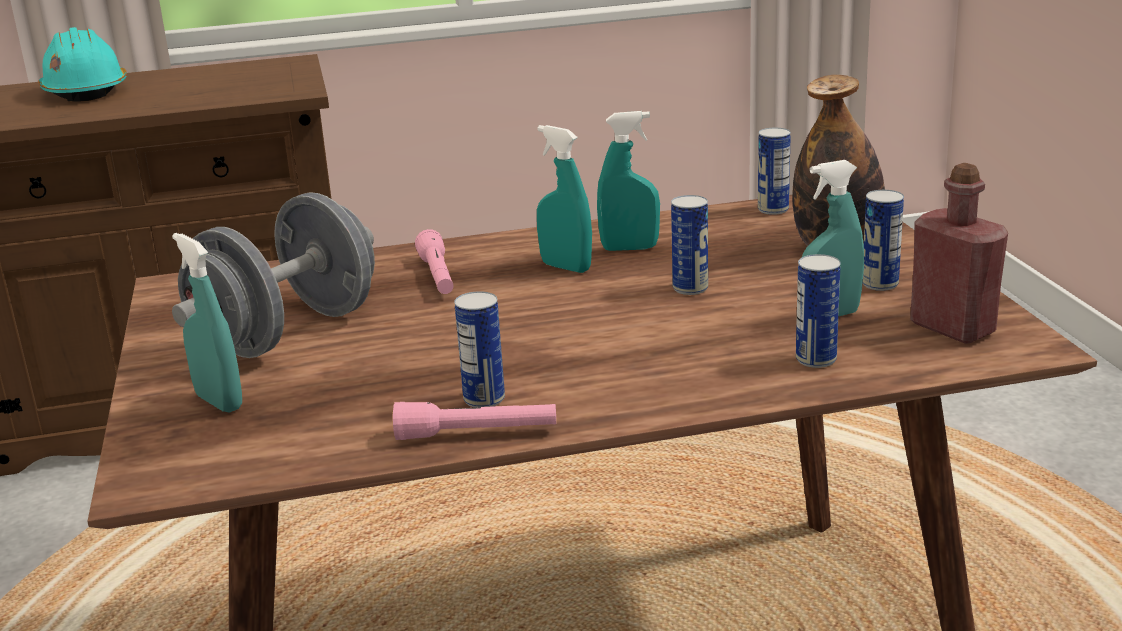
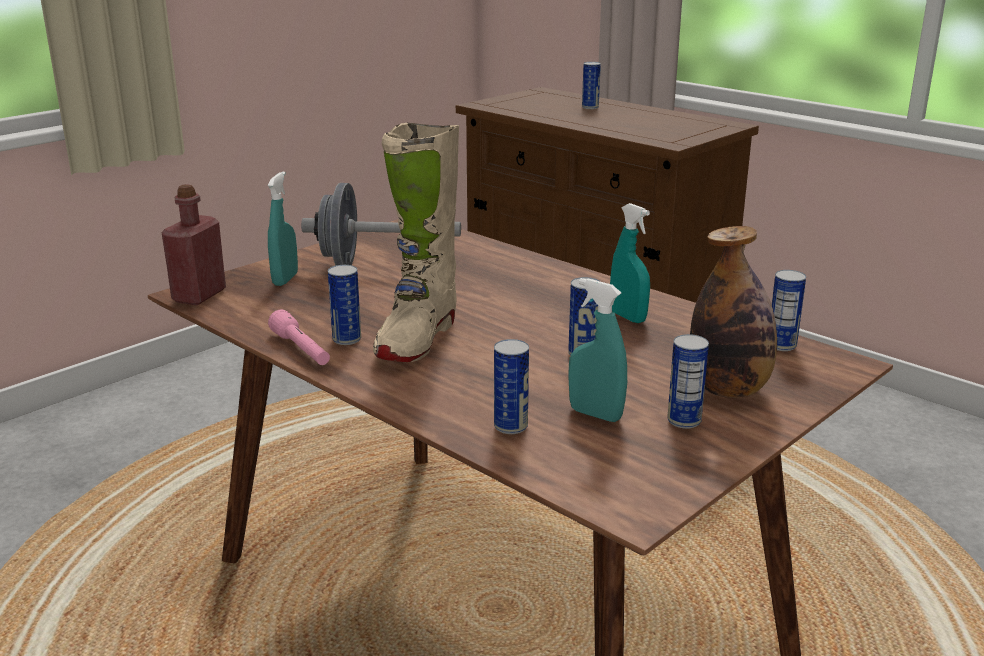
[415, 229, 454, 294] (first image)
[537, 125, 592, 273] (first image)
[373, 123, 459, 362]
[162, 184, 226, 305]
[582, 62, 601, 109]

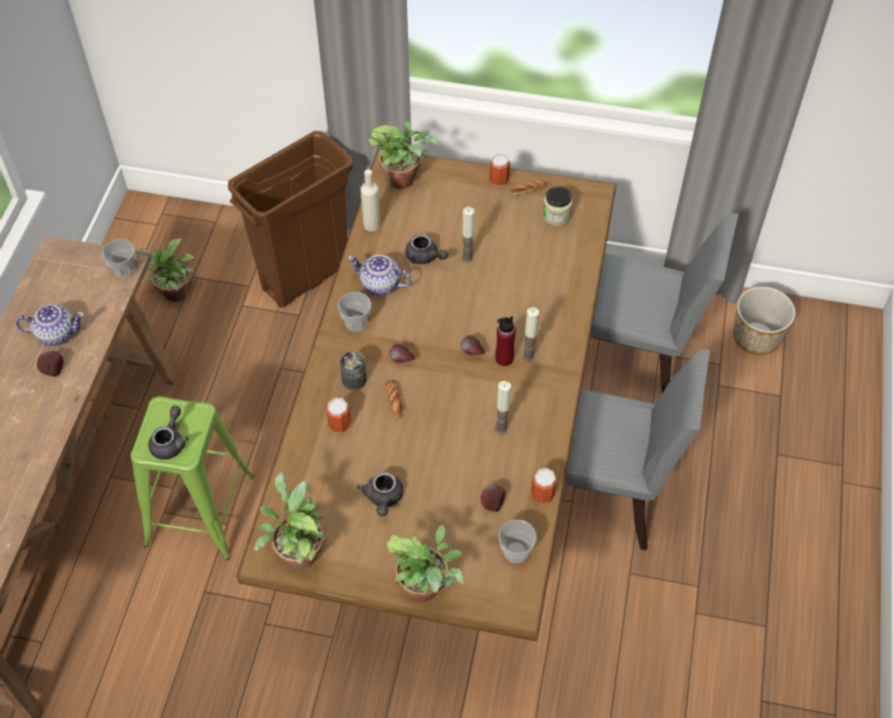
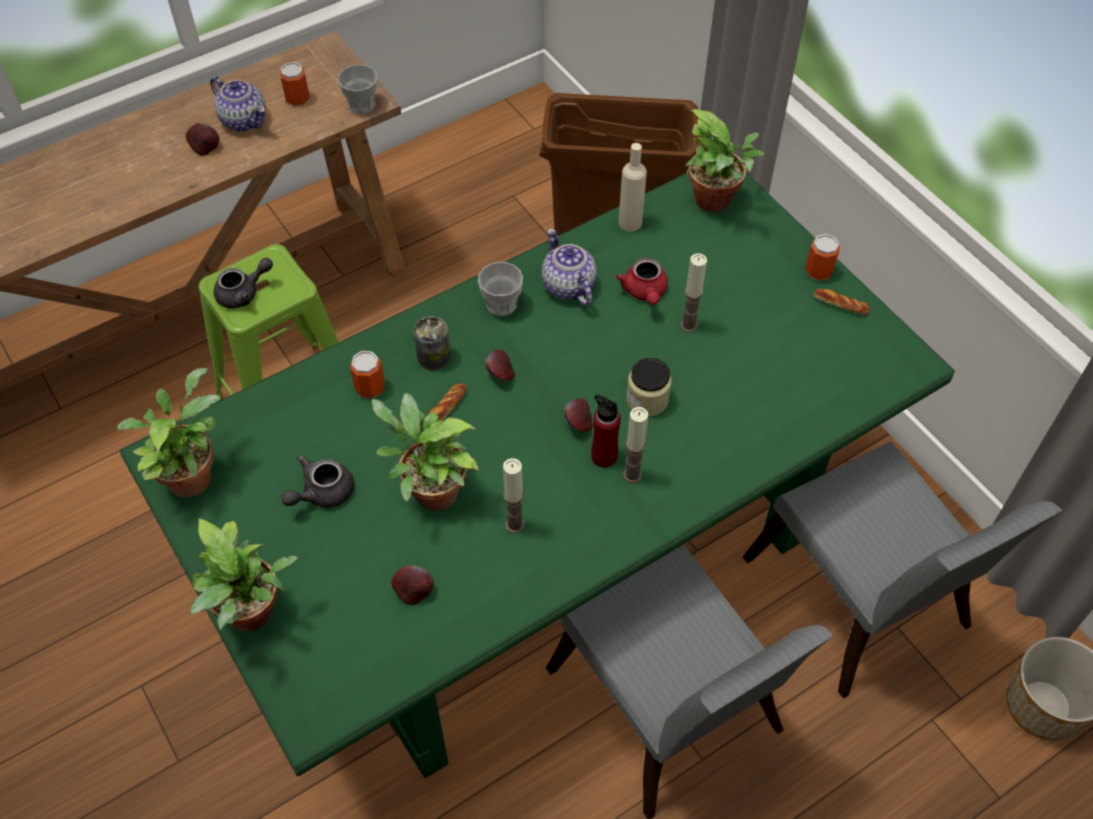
[499, 520, 537, 563] (first image)
[372, 393, 479, 511]
[280, 62, 310, 107]
[627, 358, 671, 416]
[119, 172, 955, 778]
[616, 258, 668, 305]

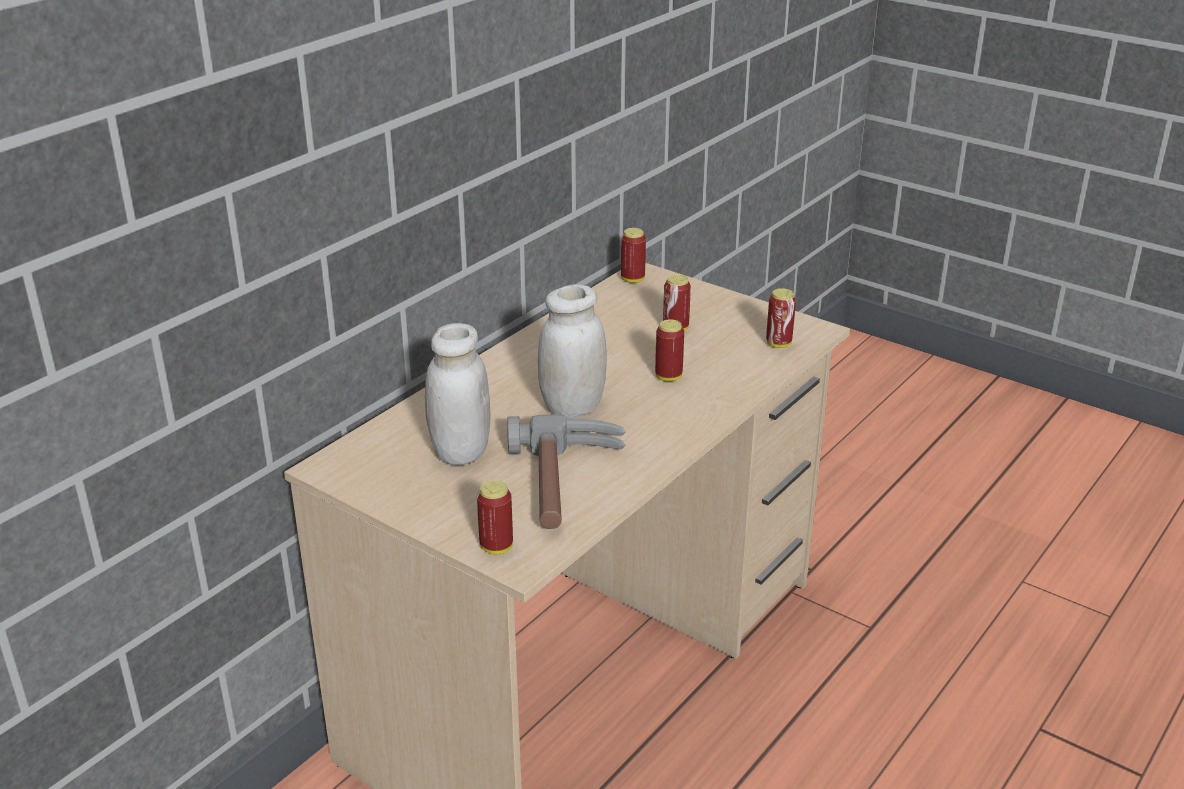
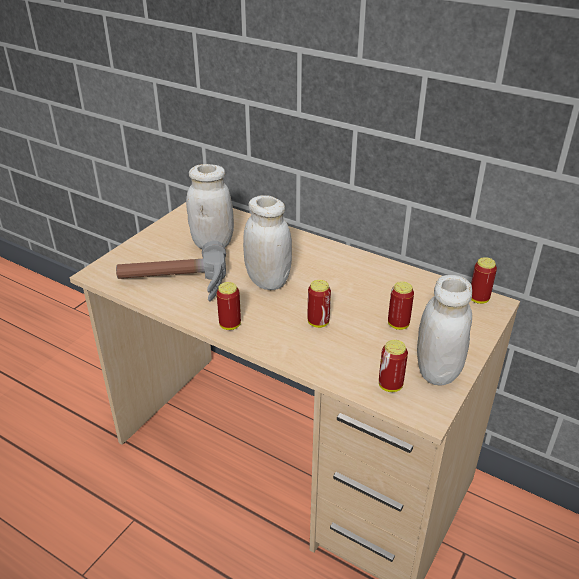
[417, 275, 472, 386]
[217, 282, 241, 330]

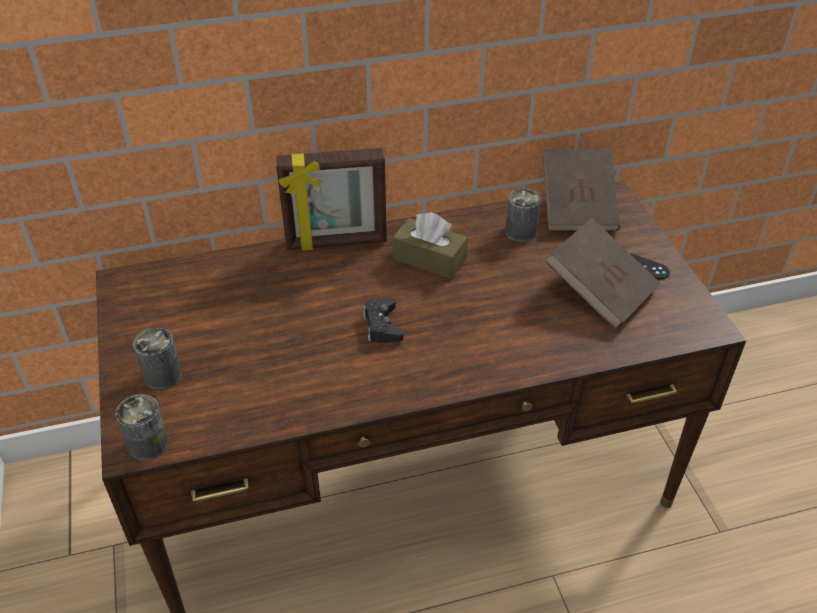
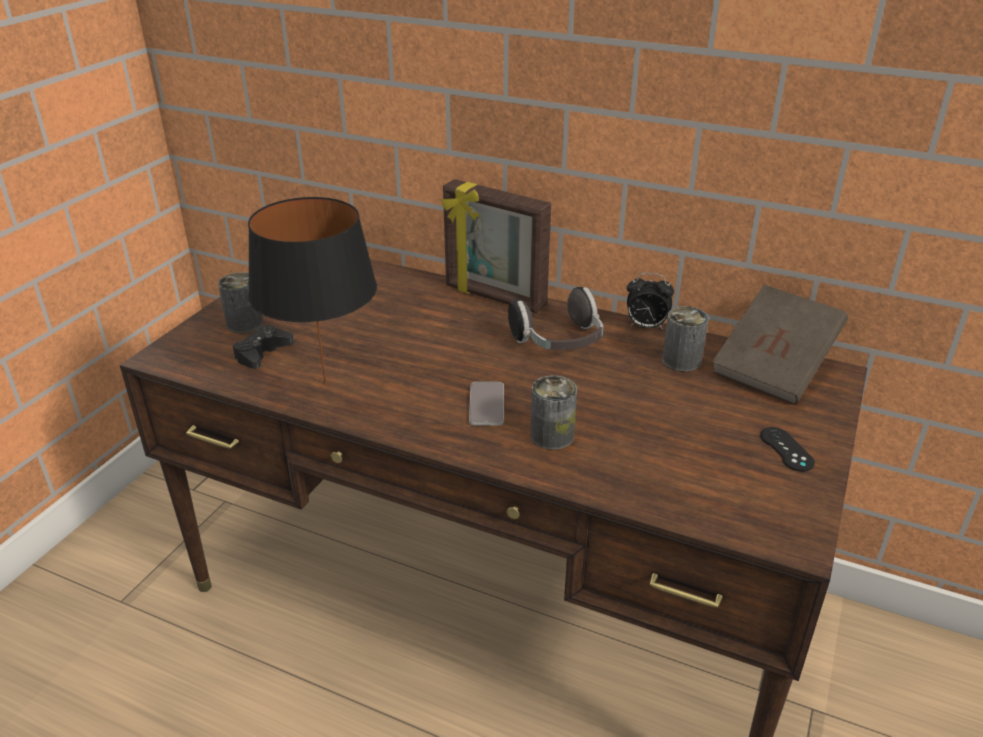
[545, 218, 661, 330] (first image)
[248, 197, 377, 385]
[469, 382, 504, 426]
[627, 273, 674, 330]
[530, 375, 577, 450]
[233, 325, 294, 369]
[508, 287, 604, 350]

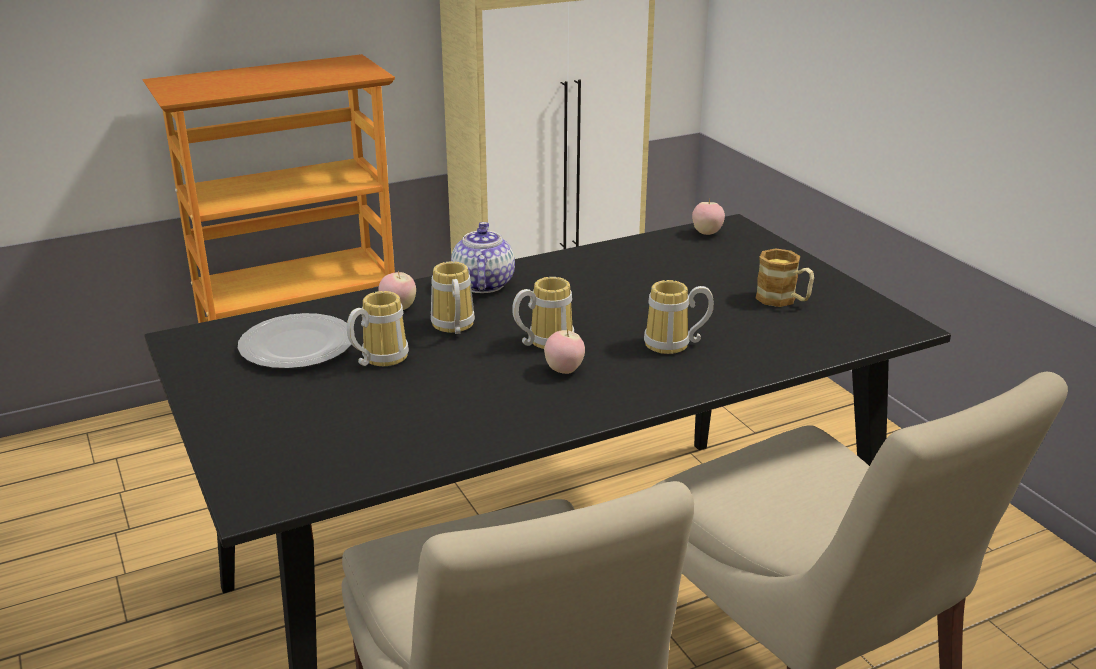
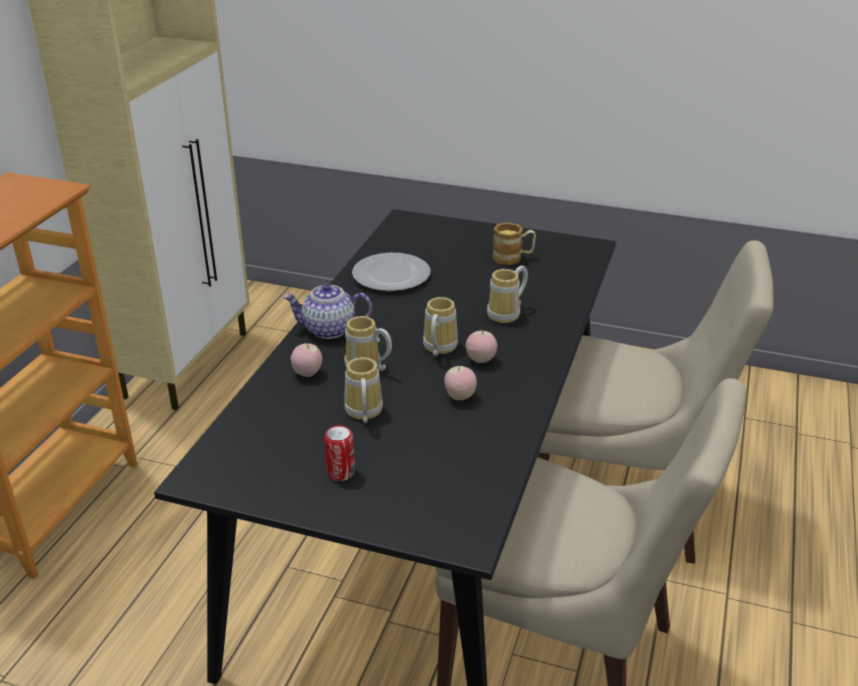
[324, 425, 355, 481]
[352, 253, 431, 291]
[445, 365, 477, 400]
[283, 284, 372, 339]

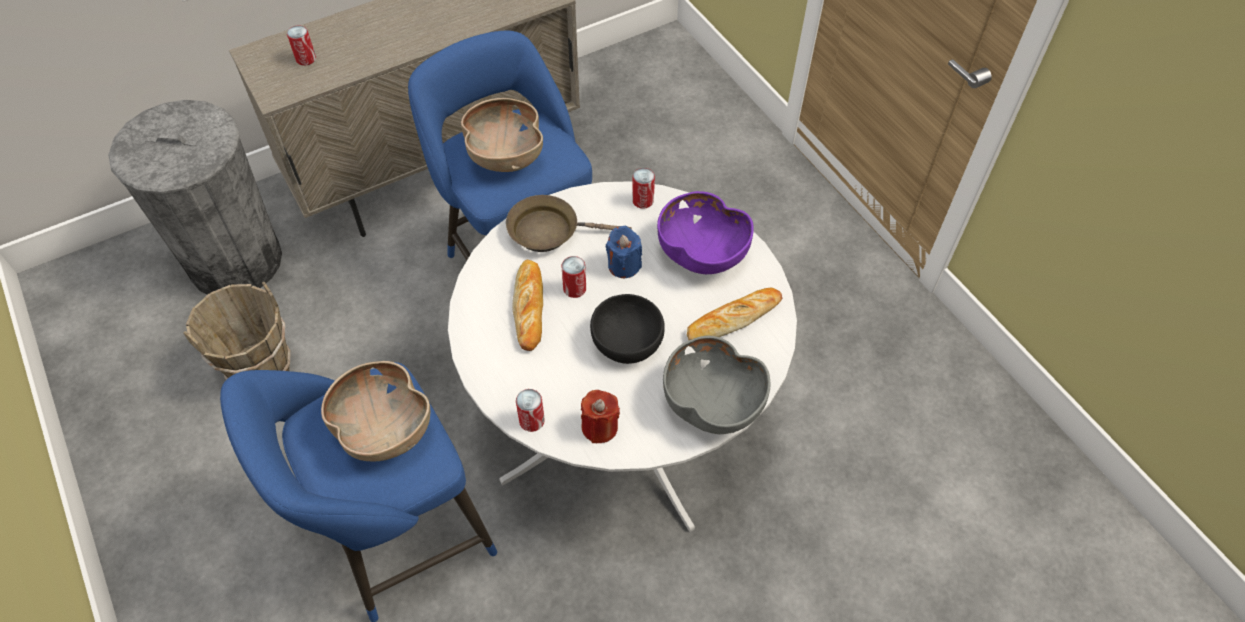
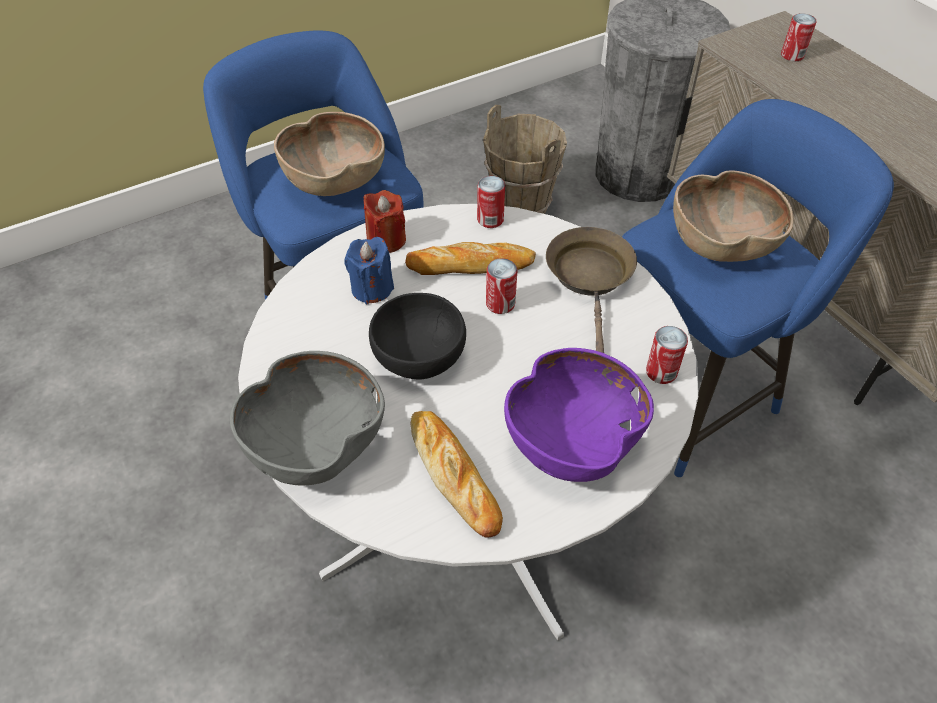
[477, 176, 505, 228]
[364, 190, 406, 253]
[345, 237, 394, 304]

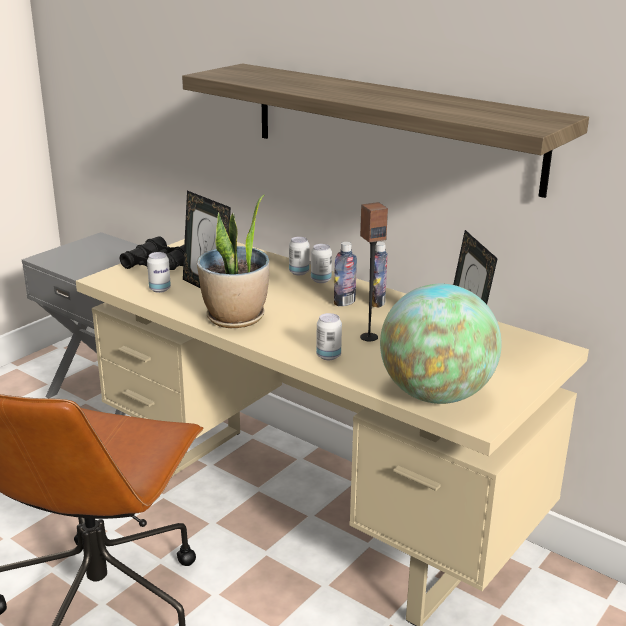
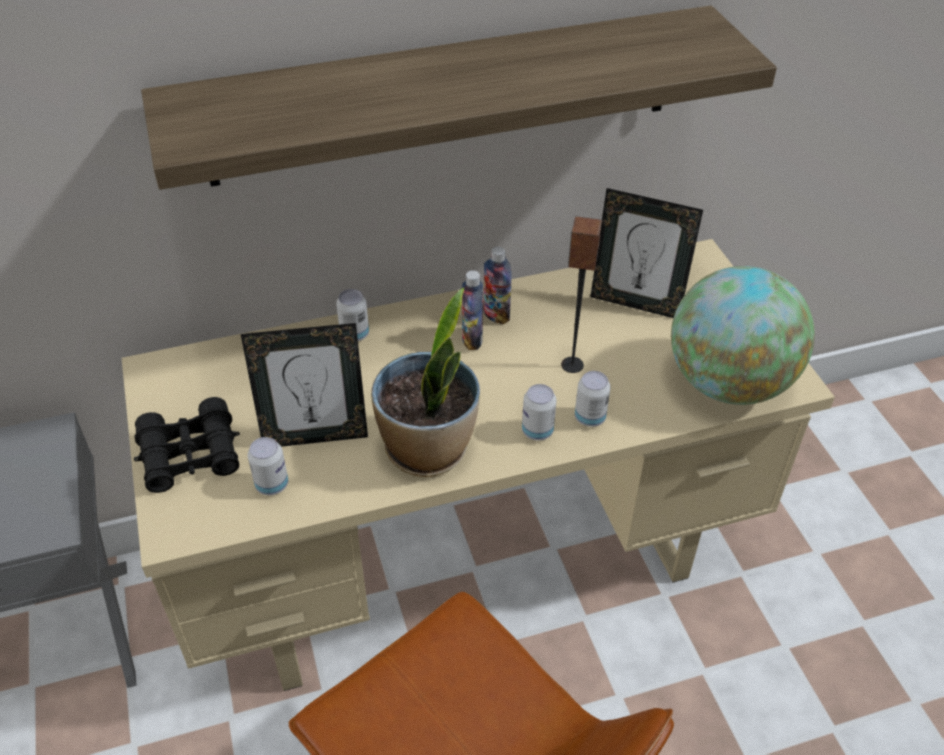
[522, 384, 556, 441]

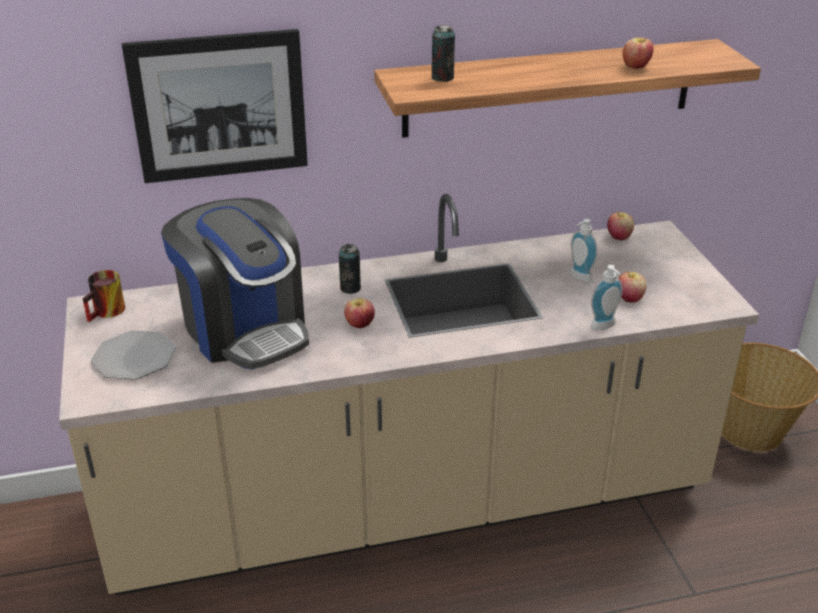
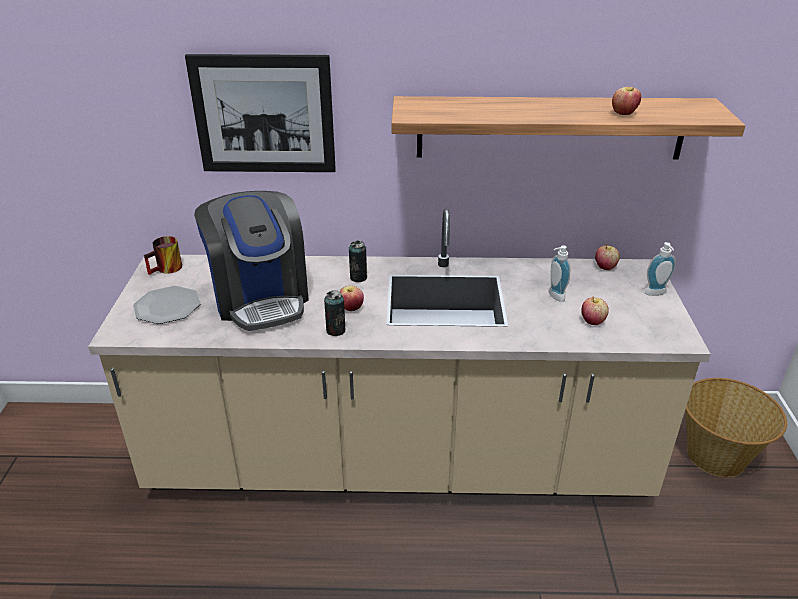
[324, 290, 345, 336]
[645, 242, 676, 296]

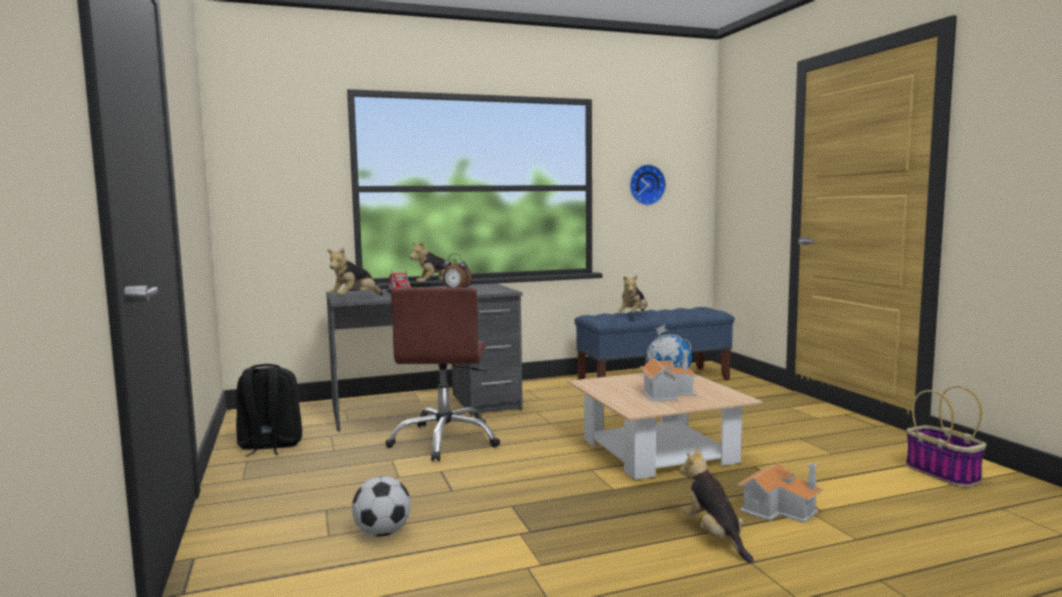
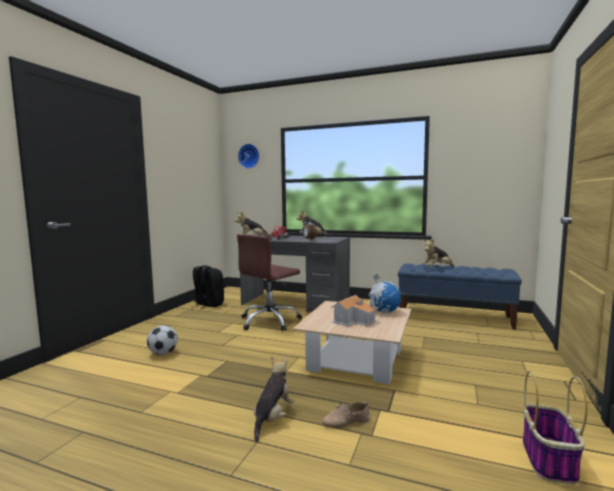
[238, 144, 259, 169]
[322, 402, 370, 428]

